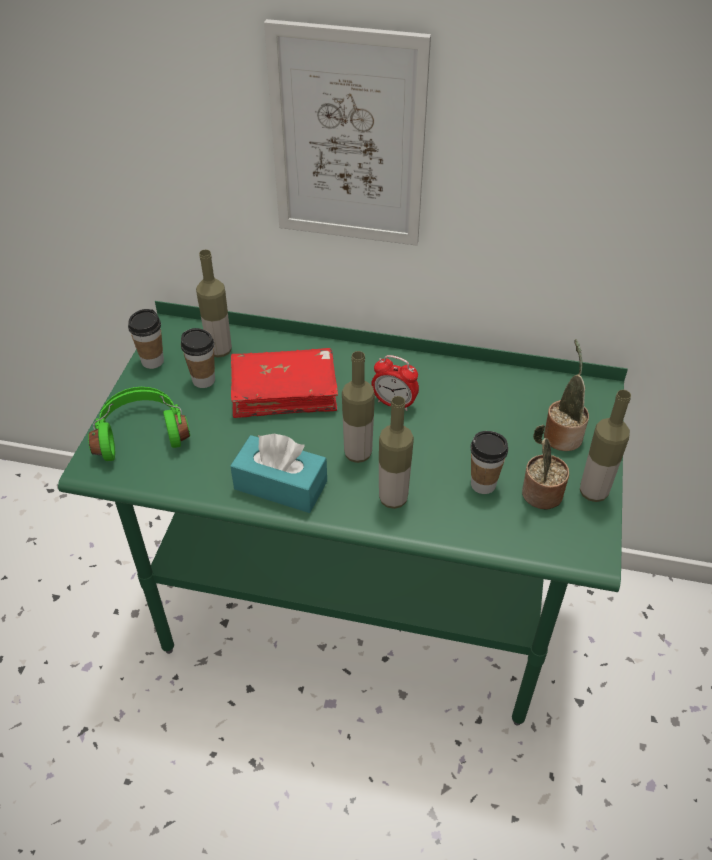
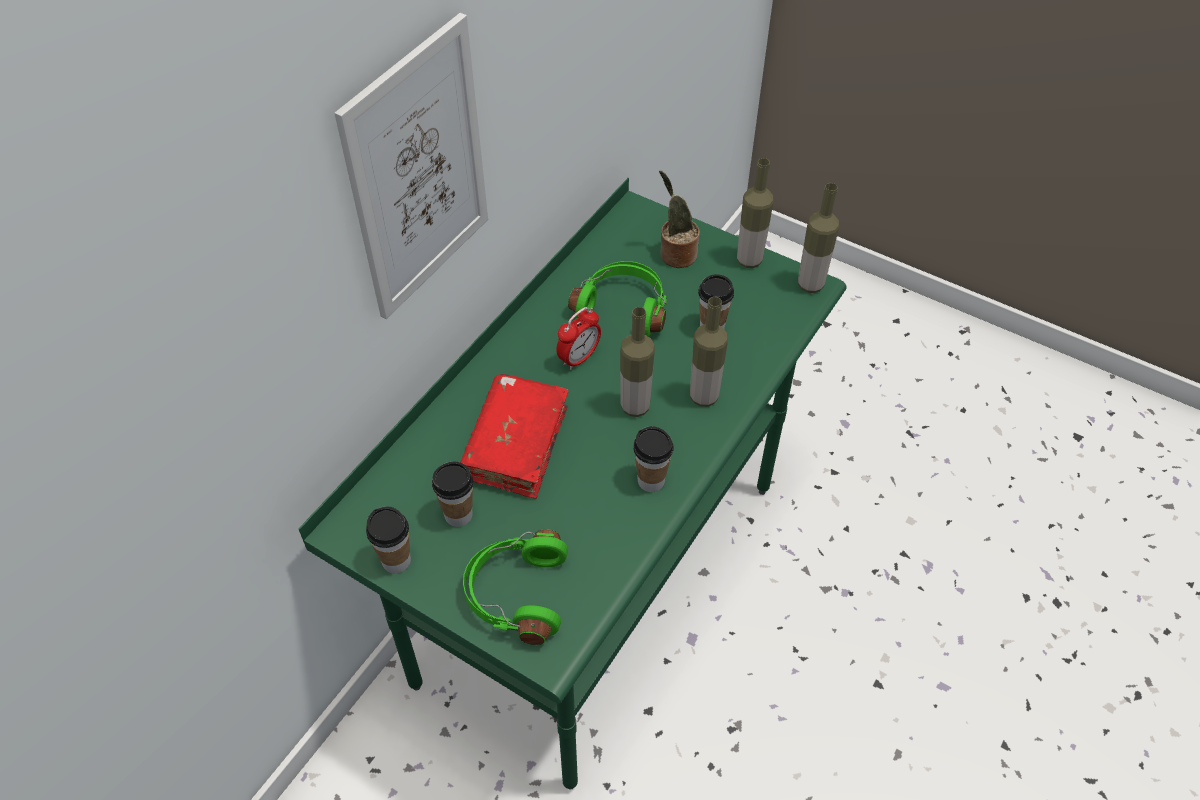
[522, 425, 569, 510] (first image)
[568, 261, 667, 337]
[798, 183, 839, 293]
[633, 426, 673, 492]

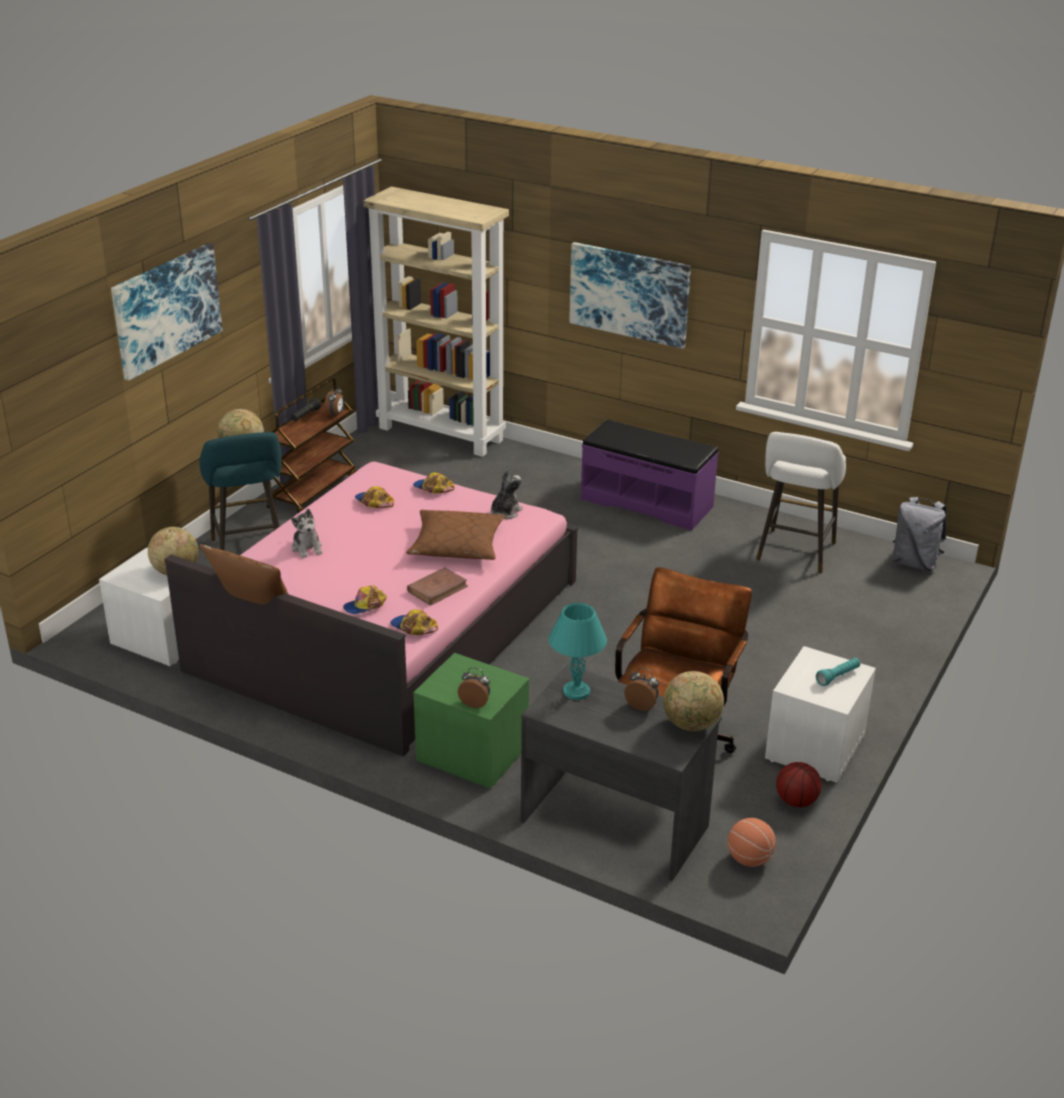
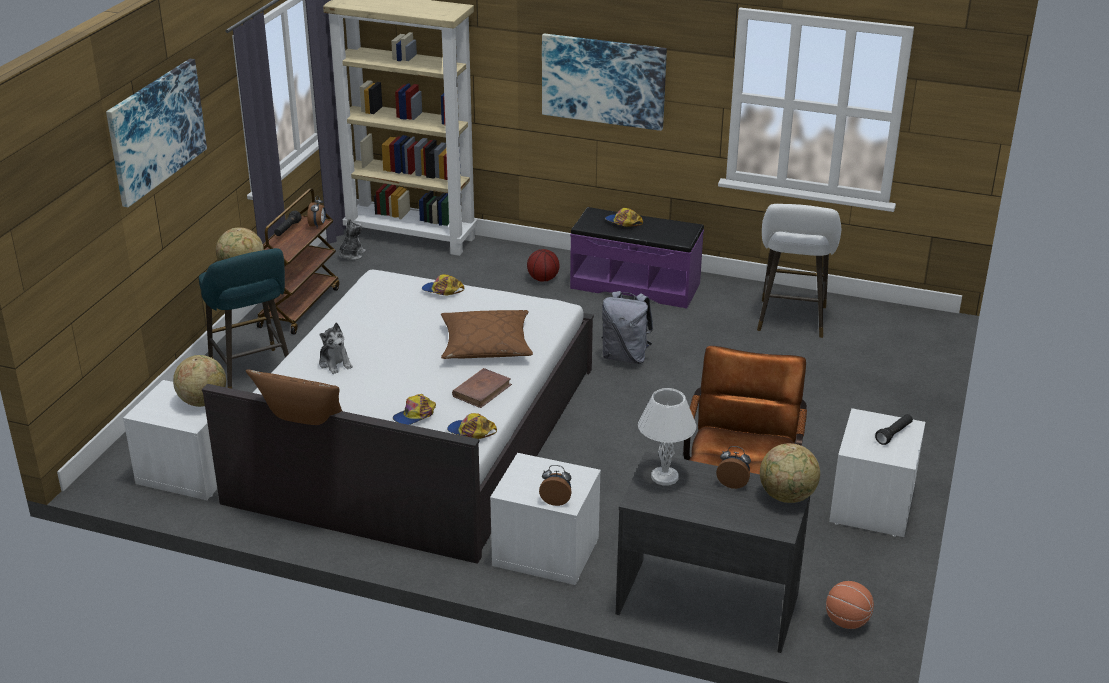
[605, 208, 643, 227]
[339, 219, 366, 260]
[527, 249, 560, 282]
[602, 291, 654, 364]
[202, 270, 594, 564]
[490, 453, 601, 585]
[638, 388, 697, 486]
[875, 414, 913, 445]

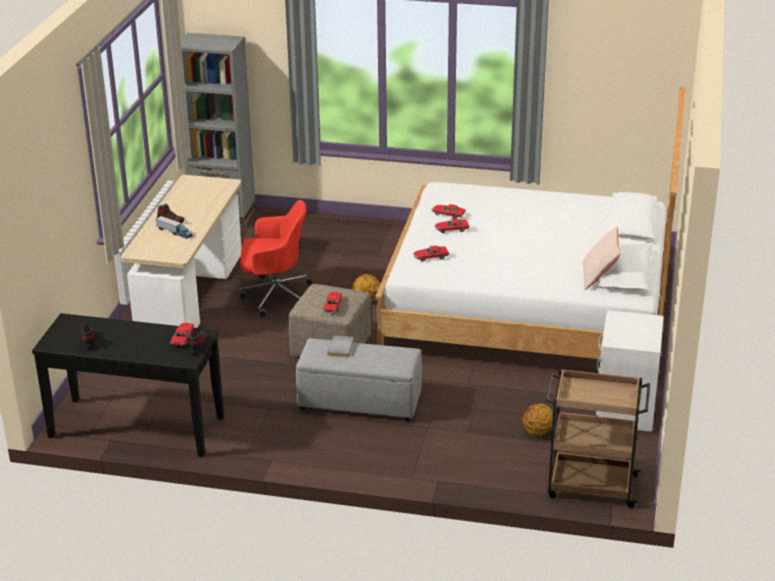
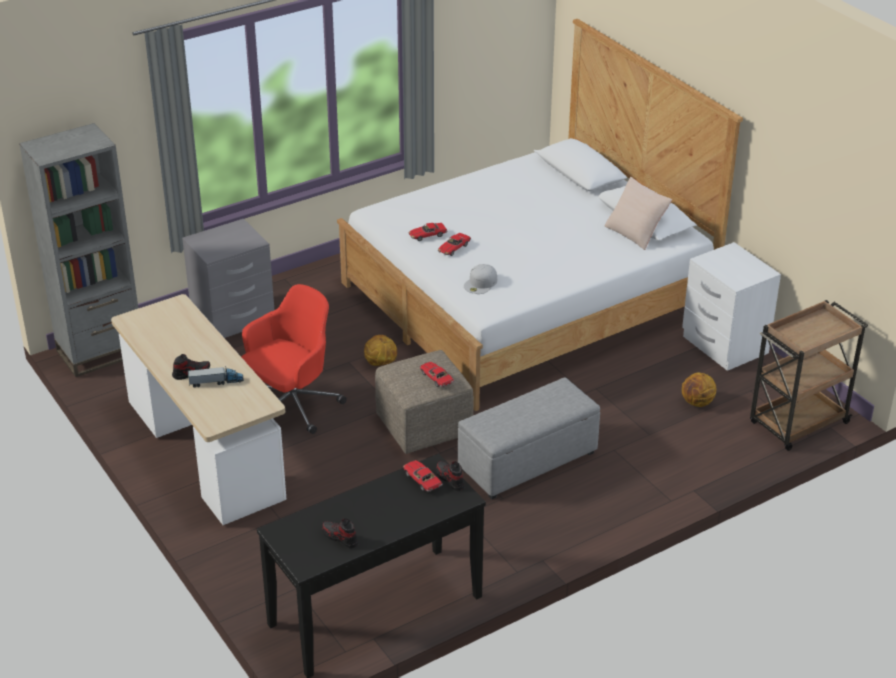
[328, 335, 354, 357] (first image)
[182, 219, 274, 338]
[464, 264, 497, 294]

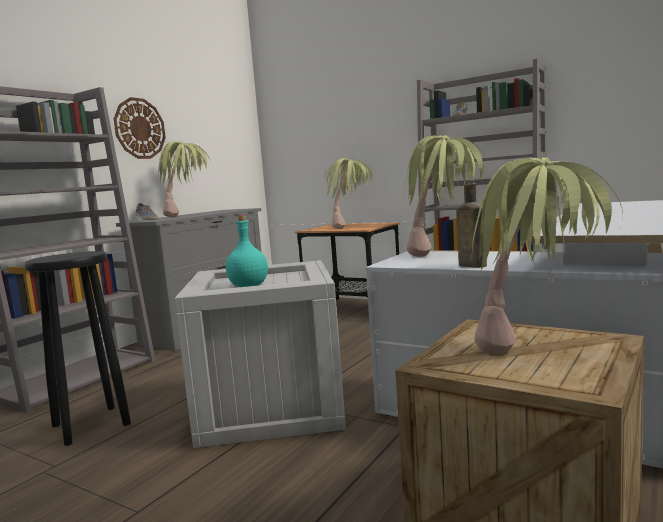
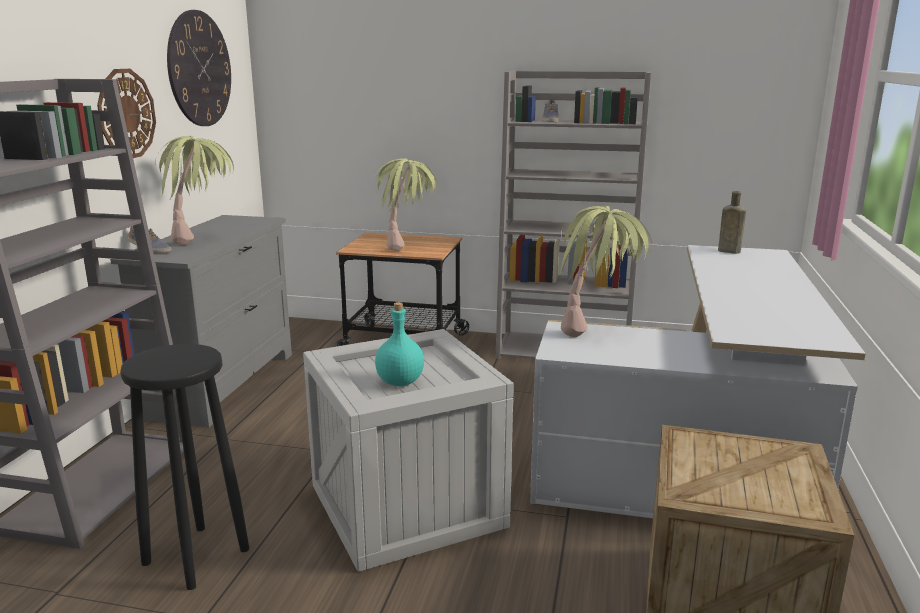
[472, 157, 623, 354] (first image)
[167, 10, 231, 126]
[718, 191, 746, 254]

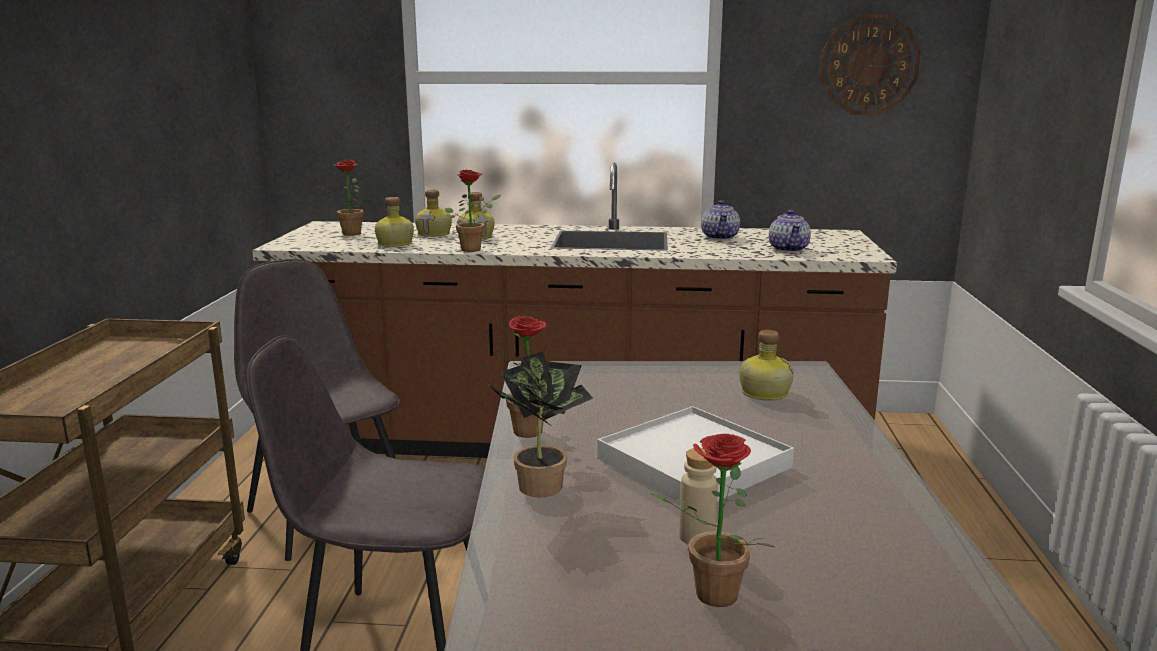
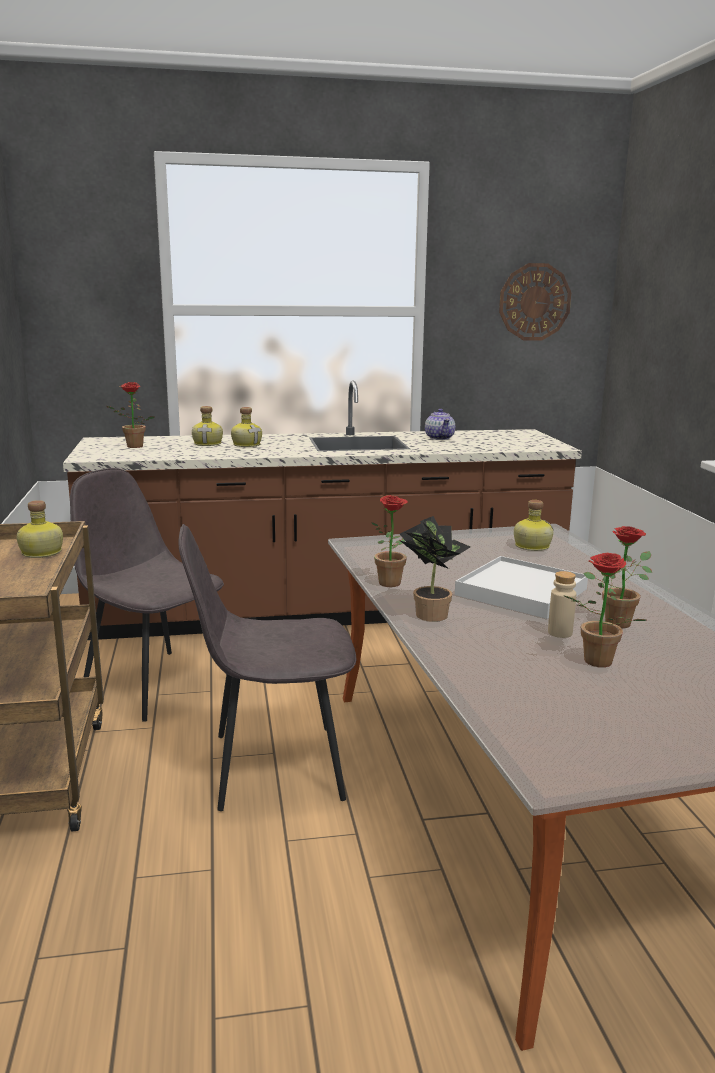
[769, 210, 811, 252] (first image)
[17, 500, 63, 558]
[583, 526, 652, 628]

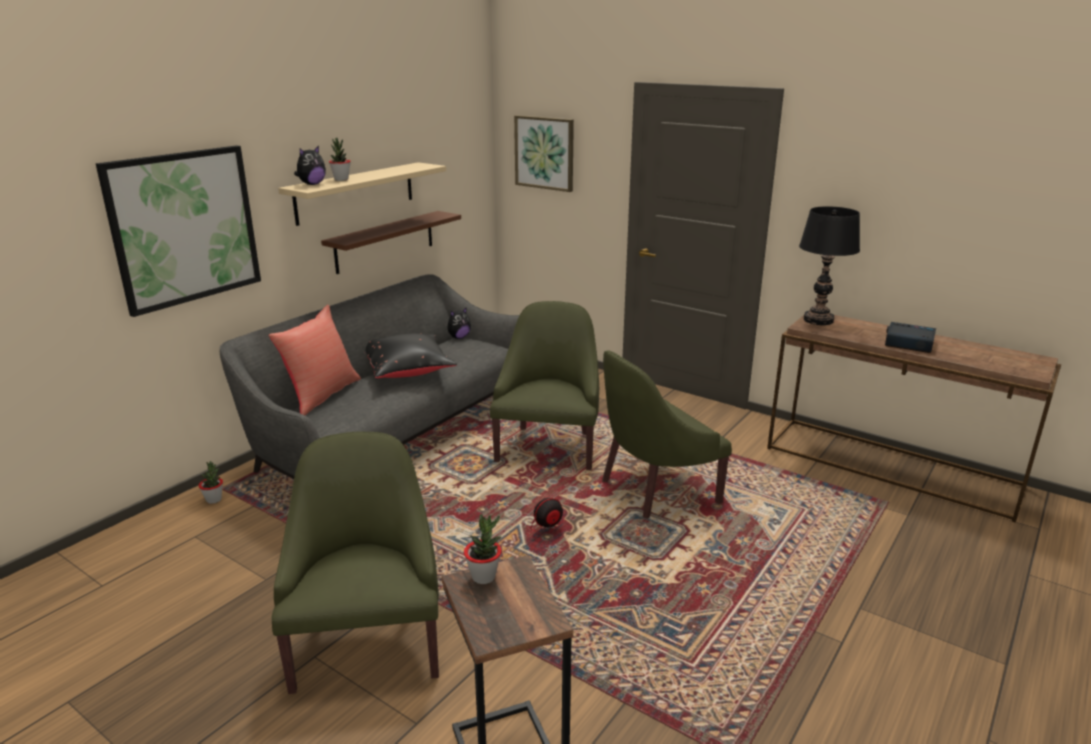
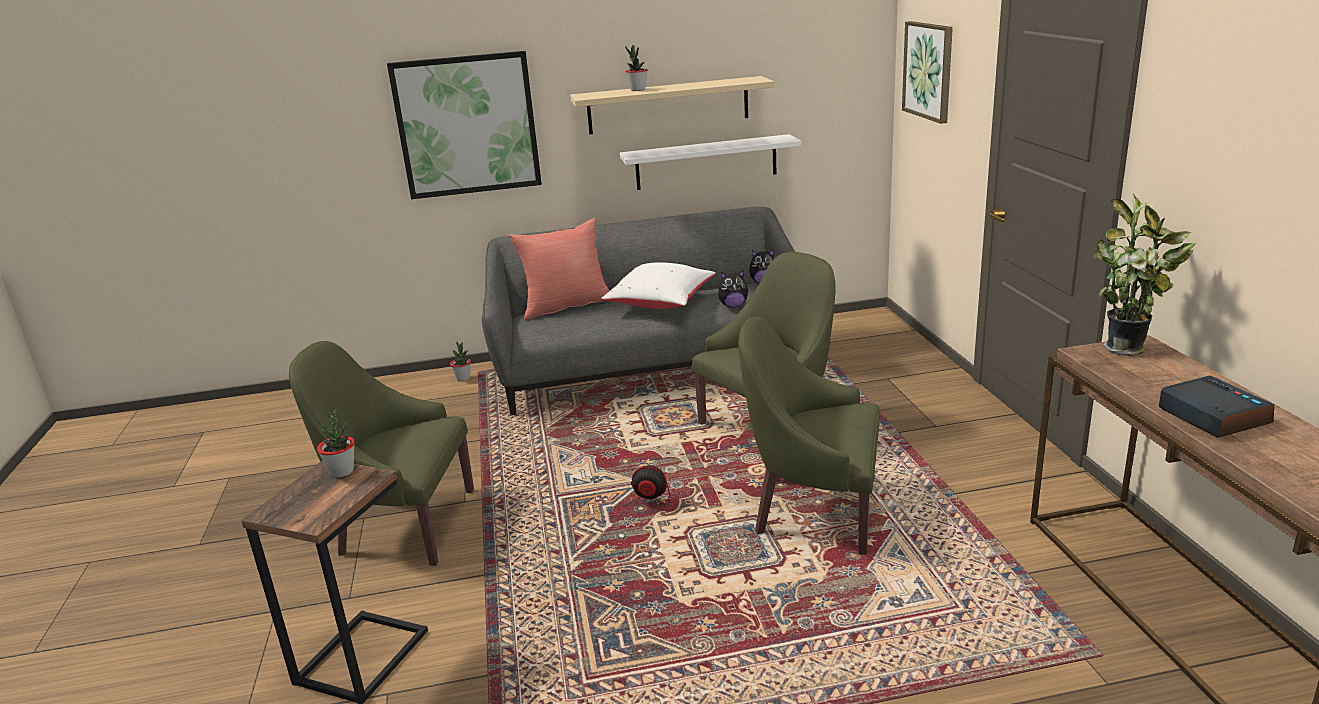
[718, 270, 749, 308]
[1093, 193, 1196, 356]
[620, 134, 801, 190]
[601, 262, 715, 309]
[289, 341, 474, 566]

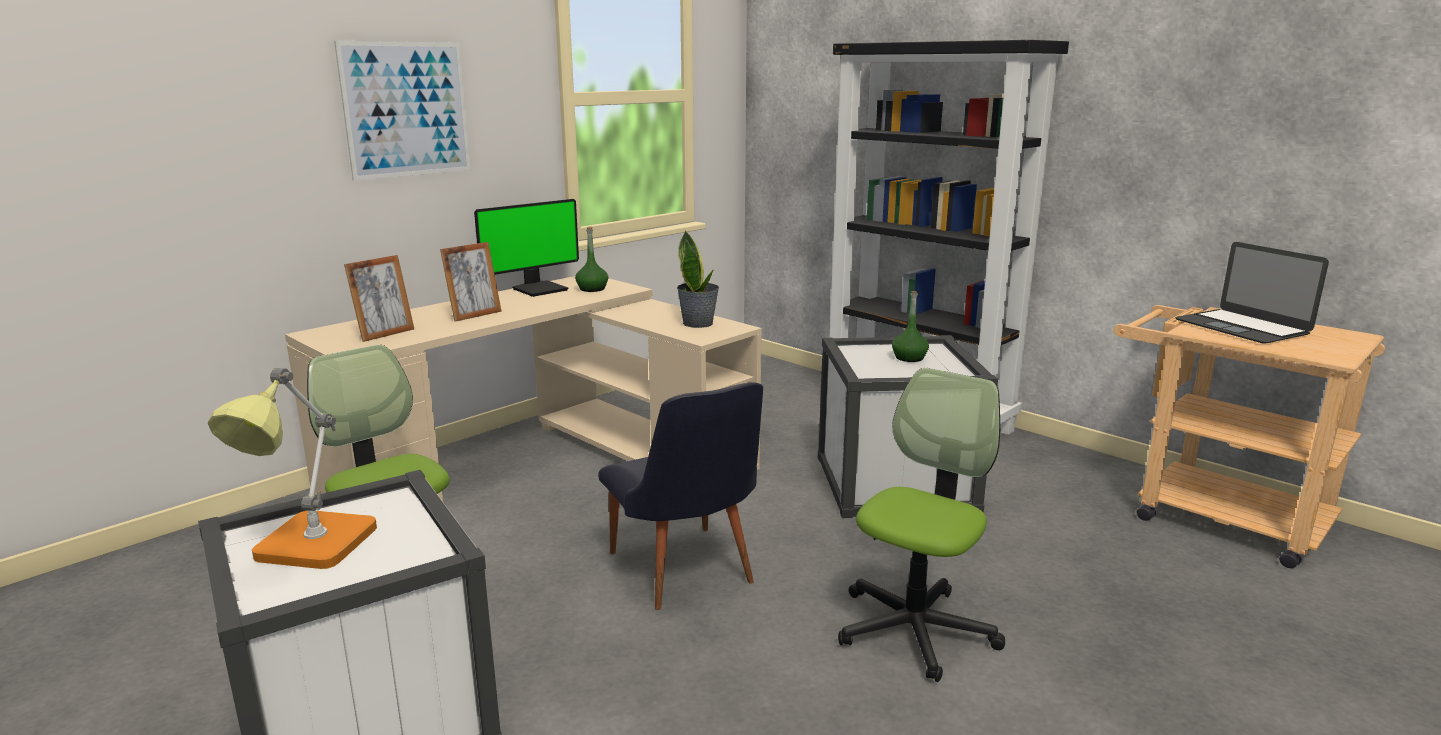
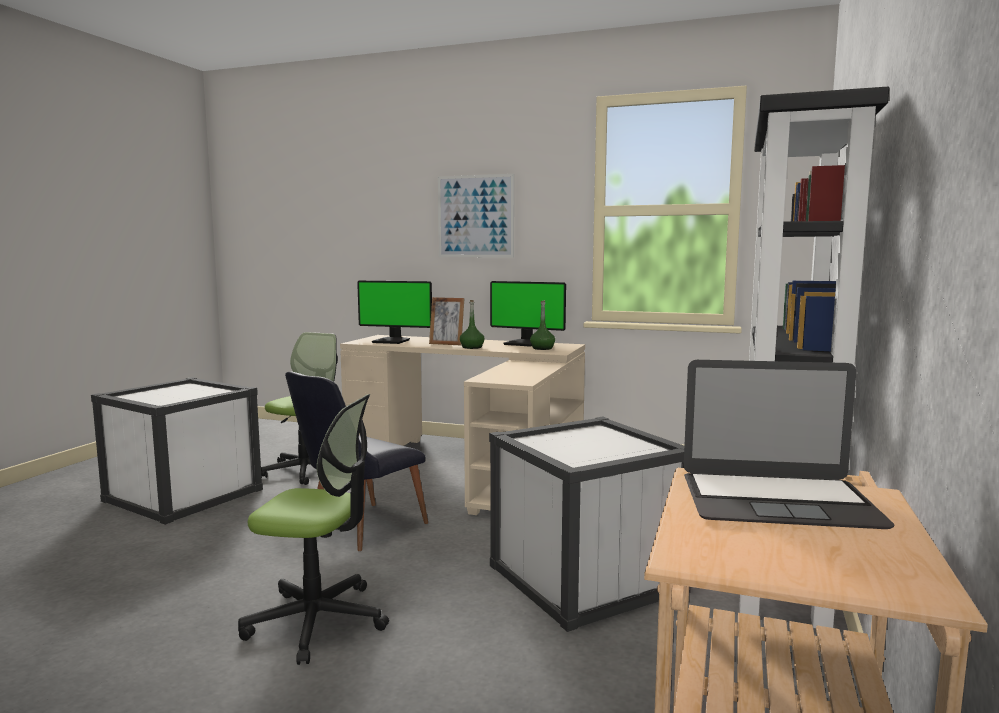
[208, 368, 377, 569] (first image)
[677, 230, 719, 328] (first image)
[460, 300, 485, 349]
[357, 280, 432, 344]
[684, 360, 895, 529]

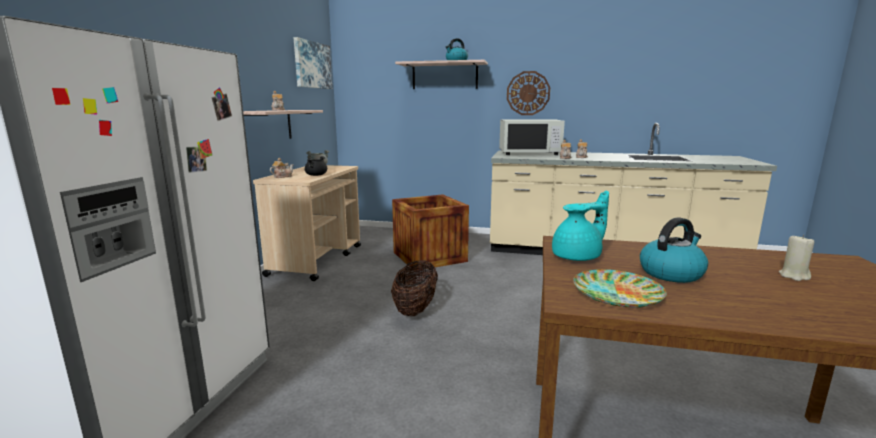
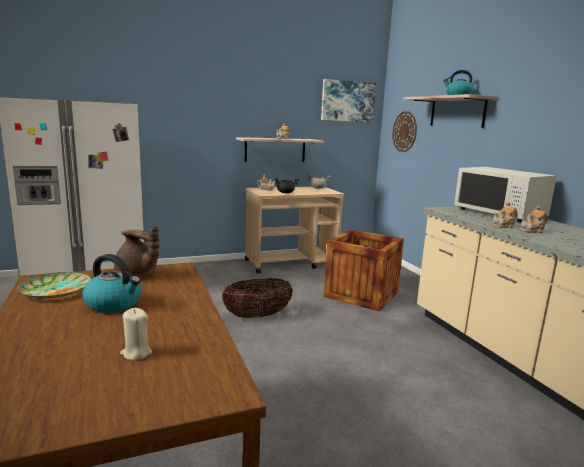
[392, 112, 417, 152]
[114, 226, 159, 277]

